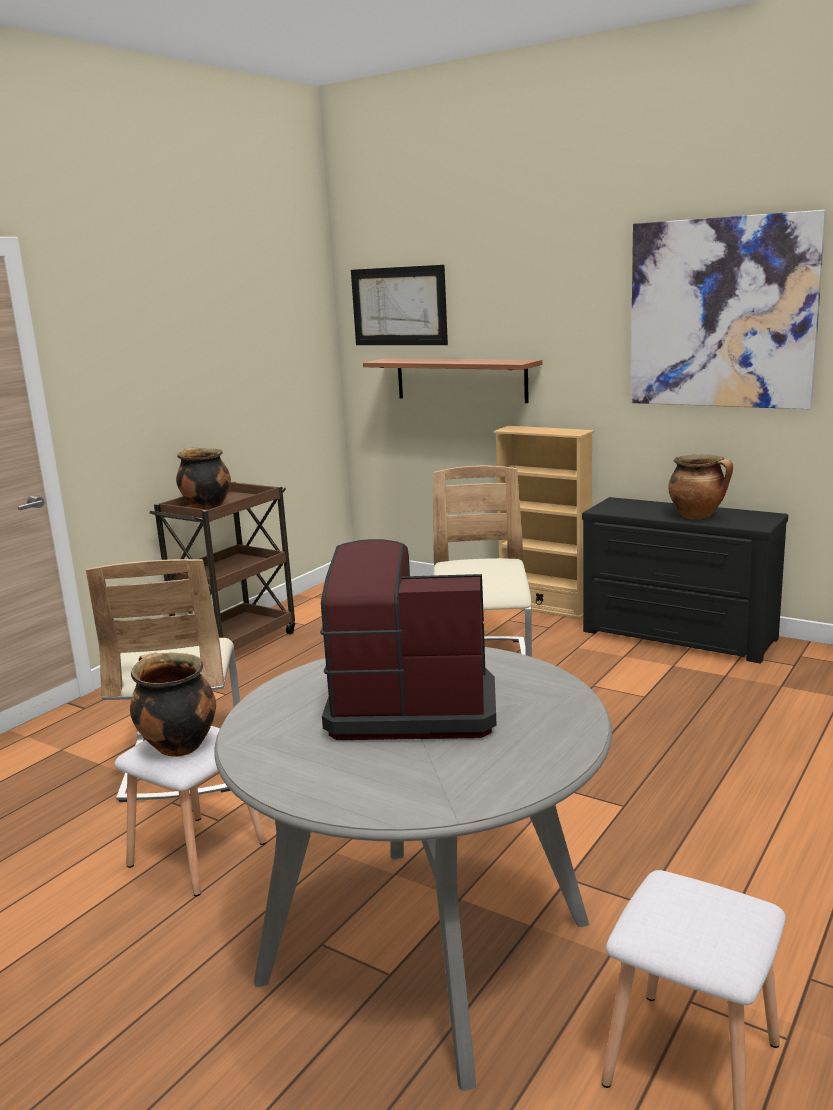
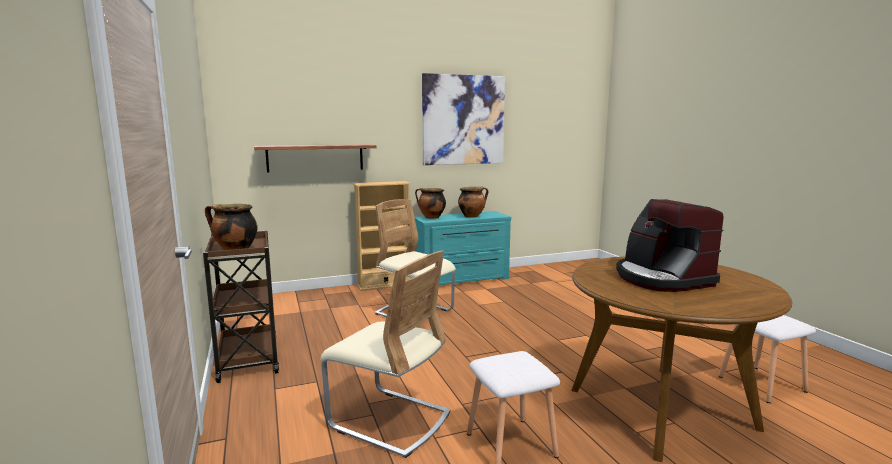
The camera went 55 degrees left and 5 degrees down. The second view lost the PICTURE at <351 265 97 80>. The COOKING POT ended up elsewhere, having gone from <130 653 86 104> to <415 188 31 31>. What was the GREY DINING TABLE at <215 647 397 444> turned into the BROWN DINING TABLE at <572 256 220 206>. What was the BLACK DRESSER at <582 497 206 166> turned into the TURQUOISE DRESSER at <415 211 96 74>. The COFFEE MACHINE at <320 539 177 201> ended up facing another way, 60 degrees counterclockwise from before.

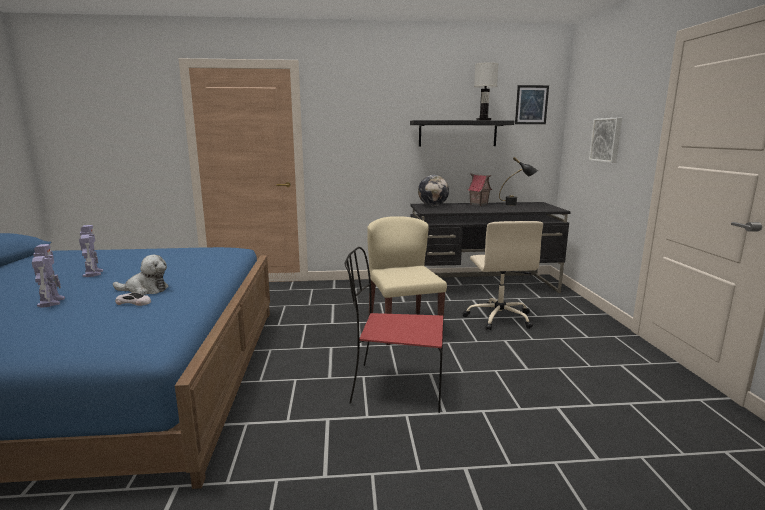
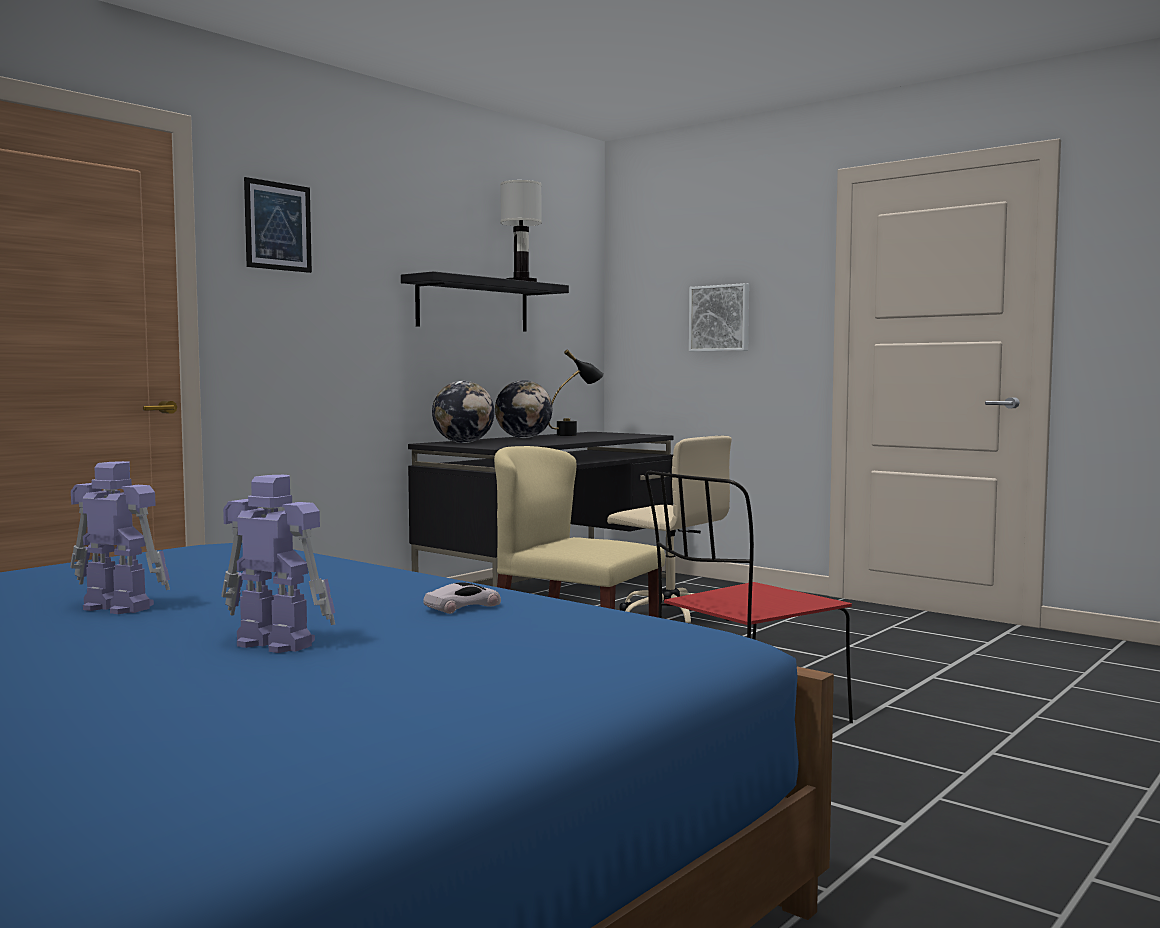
The camera went 45 degrees left and 10 degrees down. The second view lost the PLUSH TOY at <113 255 56 40>. The PICTURE ended up elsewhere, having gone from <515 85 34 39> to <244 177 68 96>. Where the TOY HOUSE stood at <467 173 25 33>, the GLOBE came to stand at <495 380 57 58>.

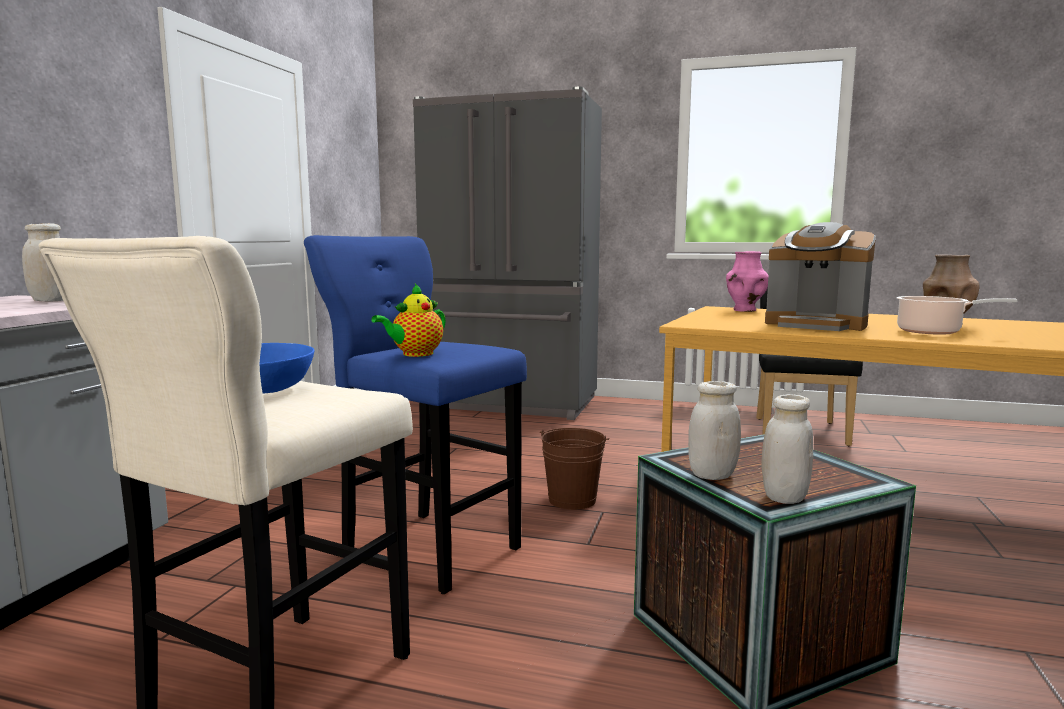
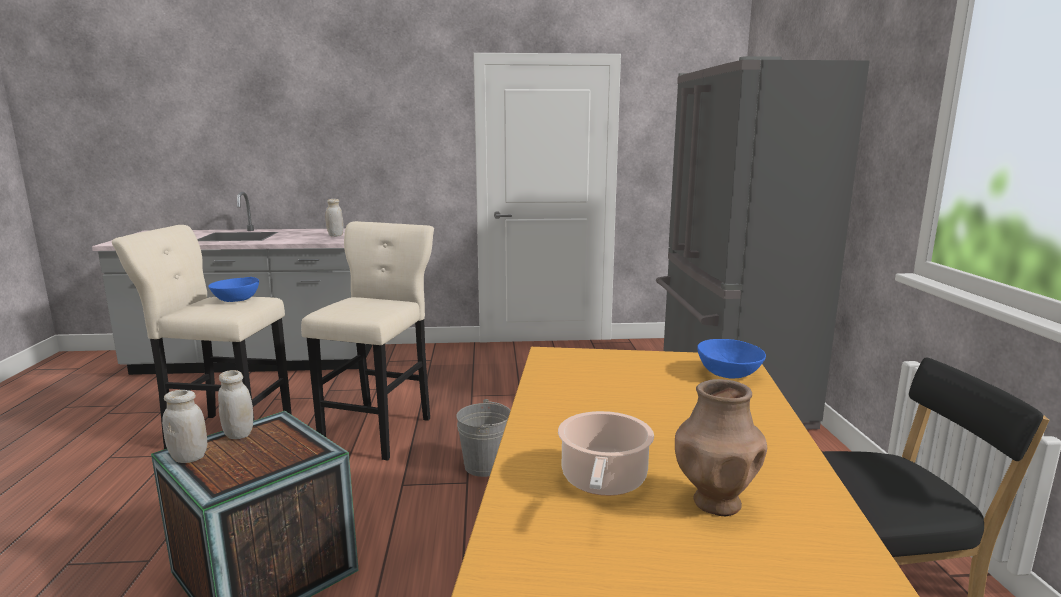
The camera went 70 degrees right and 5 degrees up. The second view lost the TEAPOT at <371 284 75 73>. The second view lost the COFFEE MACHINE at <765 222 111 109>. Where the PINK VASE stood at <726 251 42 61>, the BLUE BOWL came to stand at <697 339 69 40>. What was the BLUE STOOL at <304 235 223 359> turned into the BEIGE STOOL at <301 221 133 240>. What was the BROWN BUCKET at <540 428 70 82> turned into the GREY BUCKET at <456 399 55 78>.

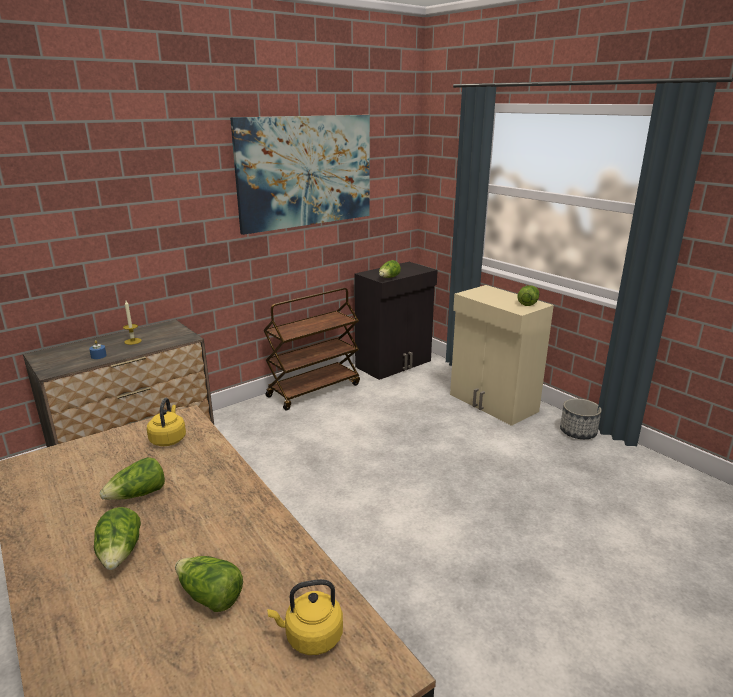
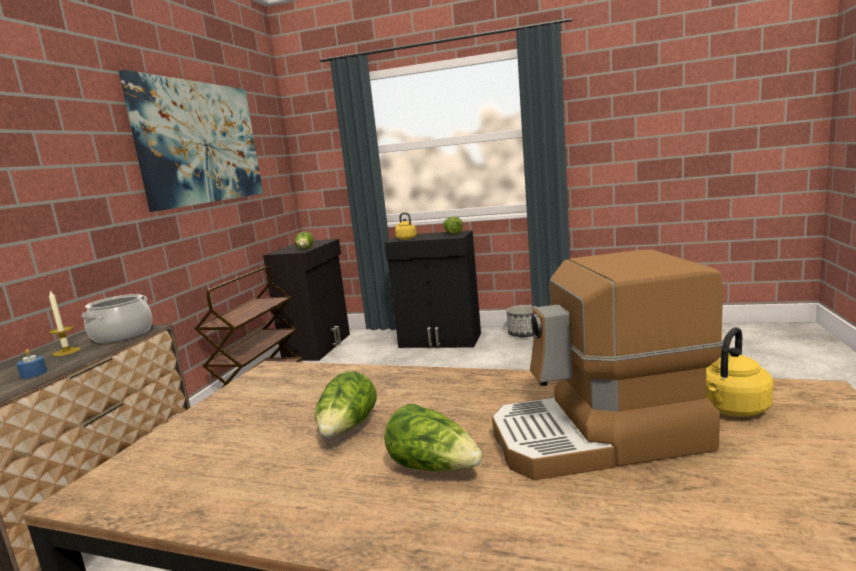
The camera went 35 degrees left and 10 degrees down. The second view gained the COOKING POT at <82 294 70 49>. The YELLOW KETTLE ended up elsewhere, having gone from <147 398 39 48> to <395 213 22 27>. Where the LETTUCE stood at <175 556 68 56>, the COFFEE MACHINE came to stand at <492 250 231 230>. What was the BEIGE CABINET at <450 285 104 141> turned into the BLACK CABINET at <384 230 97 118>.

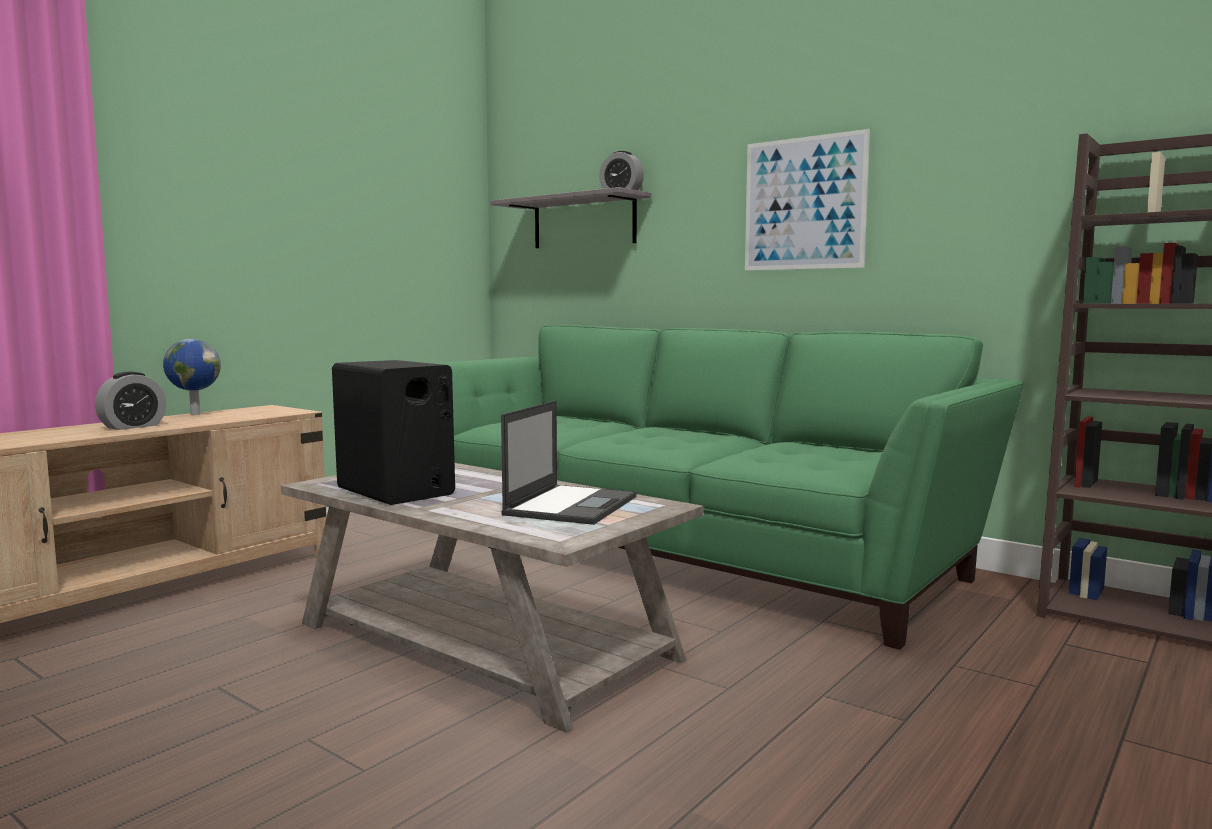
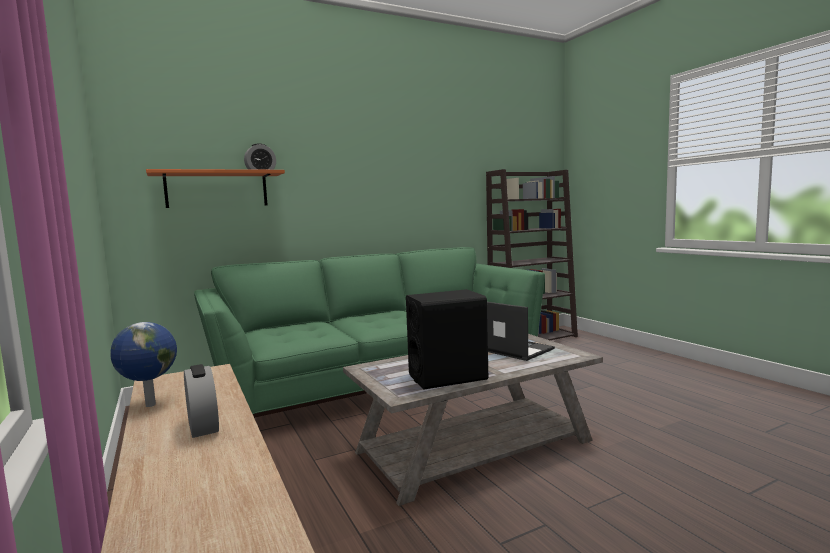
The camera went 65 degrees left and 0 degrees up. The second view lost the PICTURE at <745 129 125 141>. What was the GREY SHELF at <490 187 161 61> turned into the ORANGE SHELF at <146 169 139 39>.

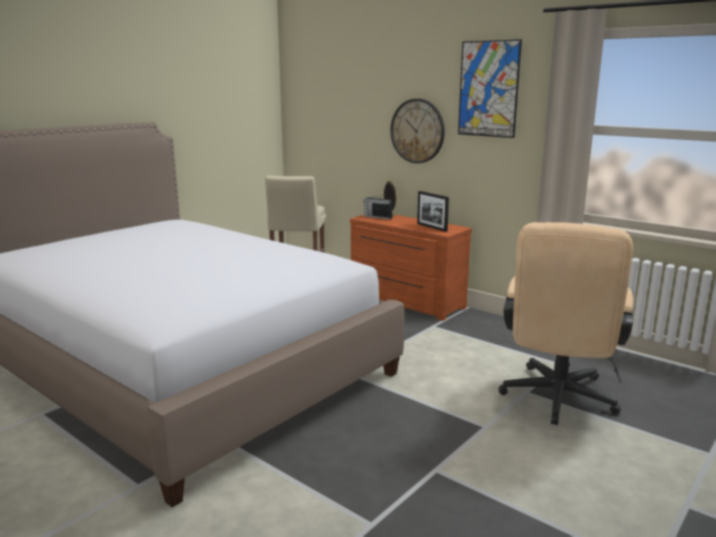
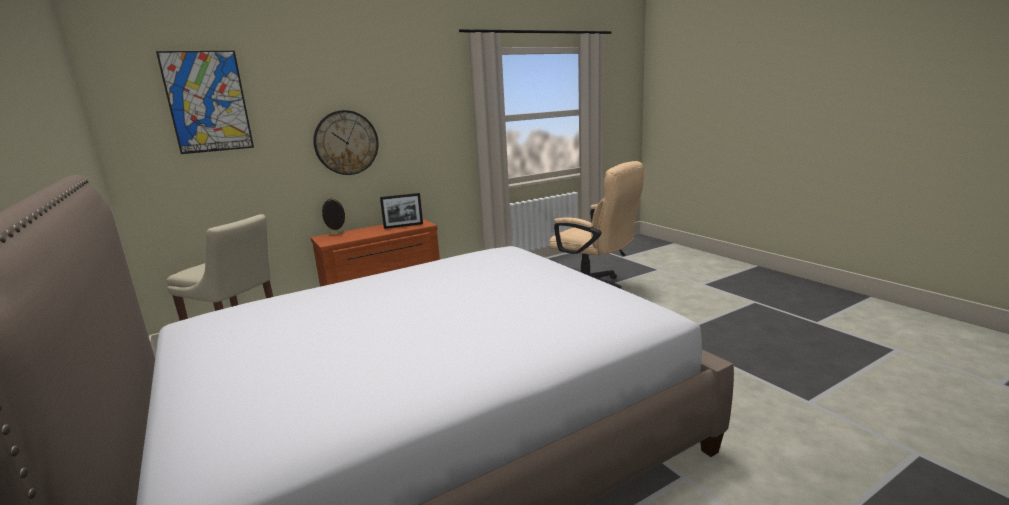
The camera went 70 degrees left and 0 degrees up. The second view lost the RADIO at <364 194 28 25>. The PICTURE ended up elsewhere, having gone from <458 39 64 99> to <156 51 98 103>.

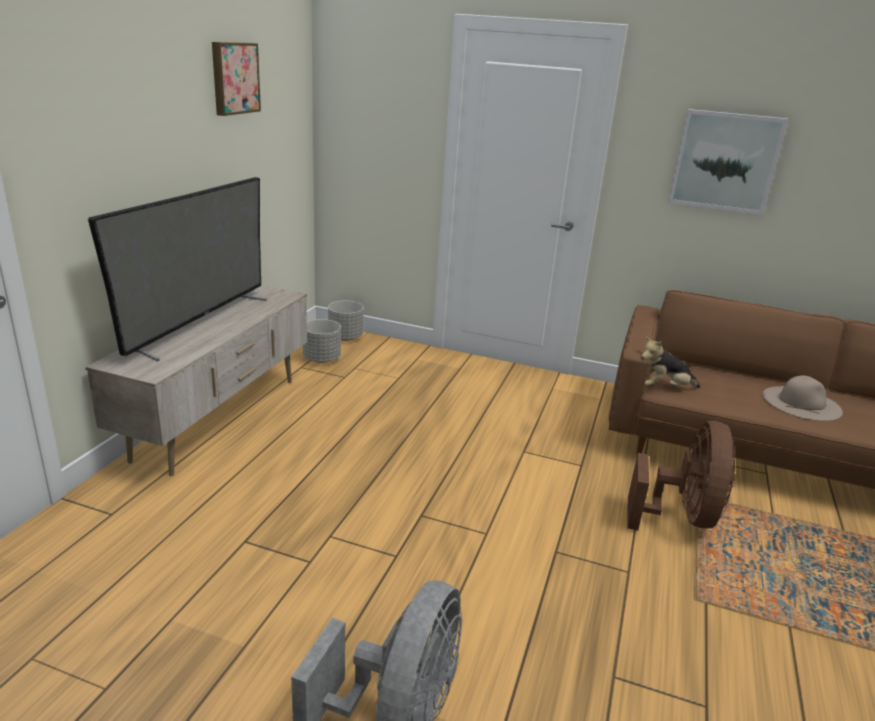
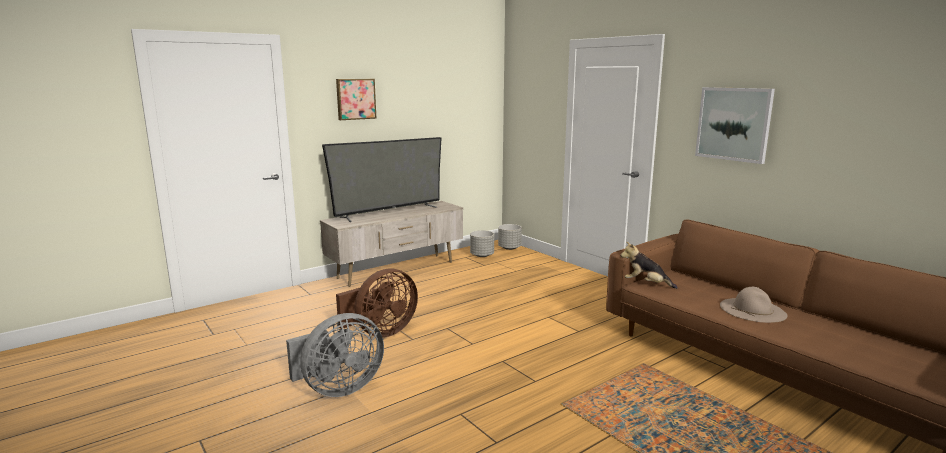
The camera went 35 degrees right and 10 degrees down. The PICTURE ended up elsewhere, having gone from <212 42 49 74> to <336 79 41 41>. The BROWN FAN ended up elsewhere, having gone from <627 421 108 110> to <336 268 82 69>.

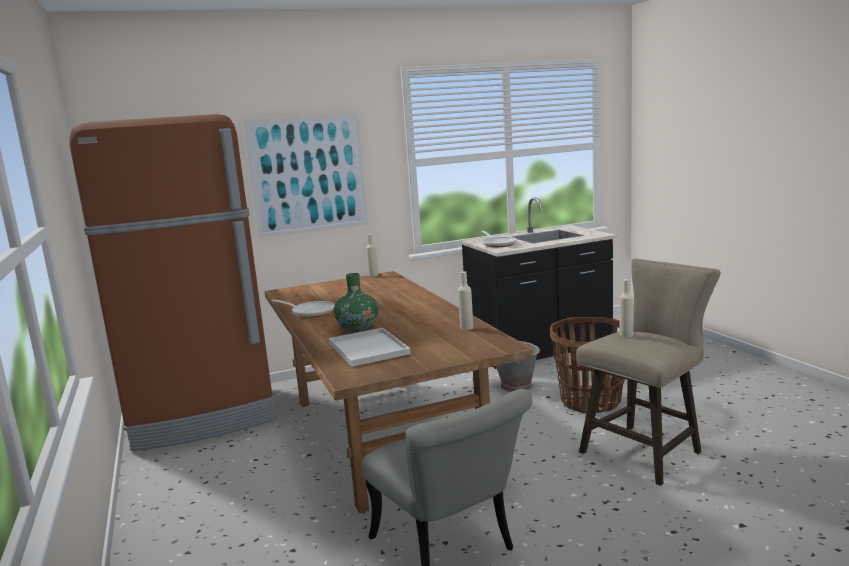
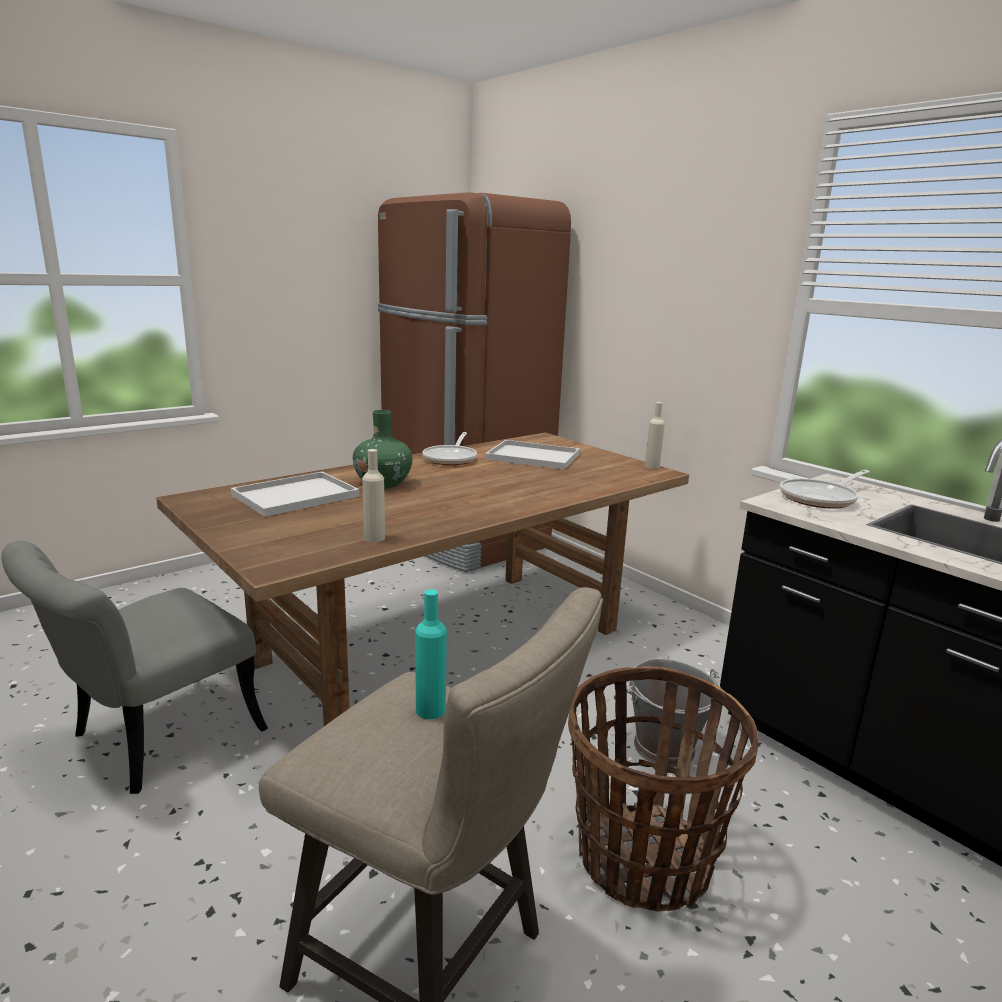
The camera went 70 degrees right and 5 degrees up. The second view lost the PICTURE at <243 113 125 125>. The second view gained the WHITE TRAY at <485 440 95 30>. What was the BEIGE BOTTLE at <620 279 13 59> turned into the TURQUOISE BOTTLE at <415 589 32 130>.

